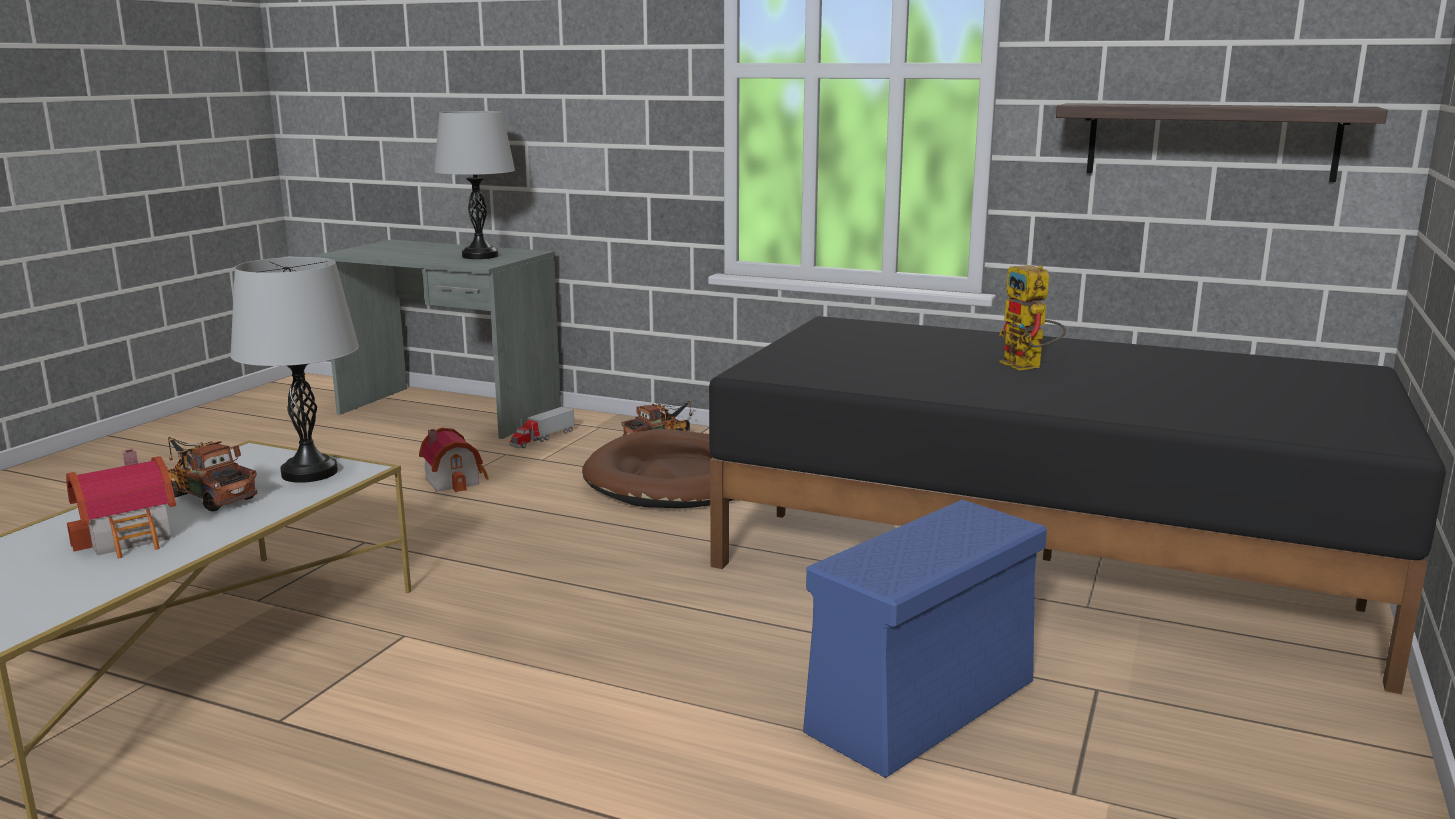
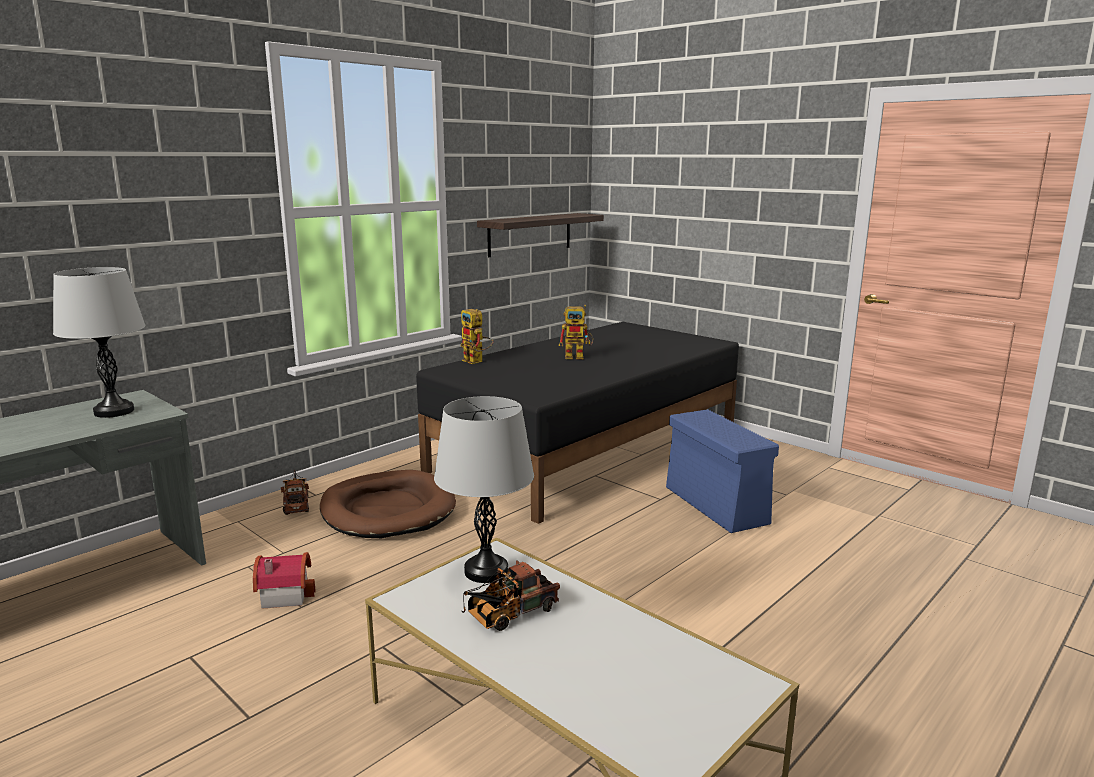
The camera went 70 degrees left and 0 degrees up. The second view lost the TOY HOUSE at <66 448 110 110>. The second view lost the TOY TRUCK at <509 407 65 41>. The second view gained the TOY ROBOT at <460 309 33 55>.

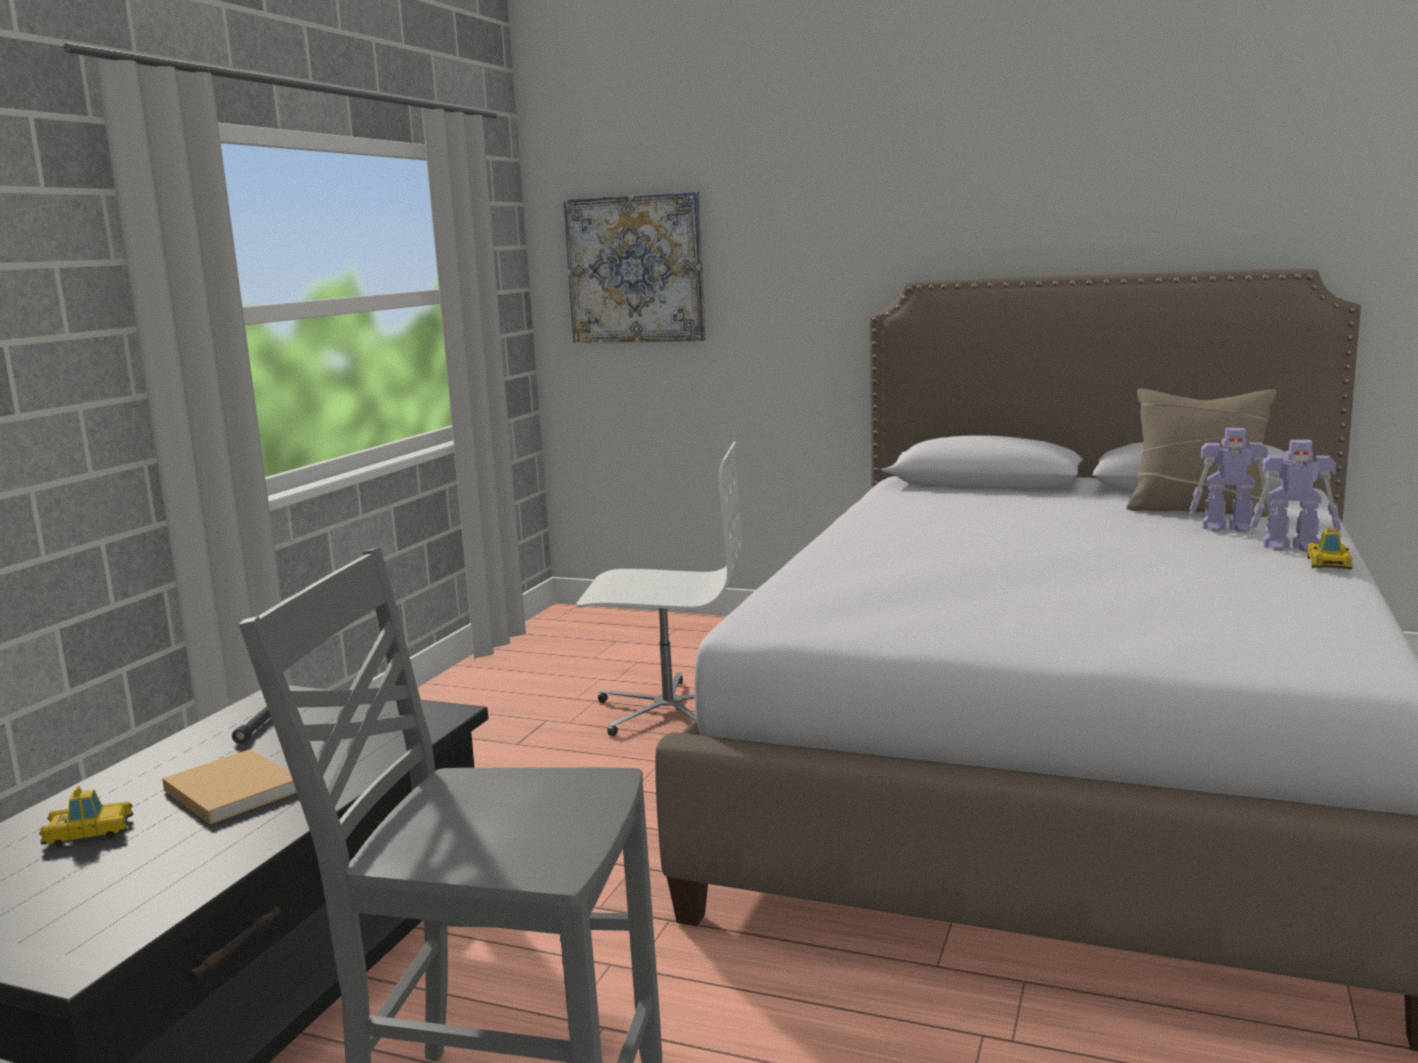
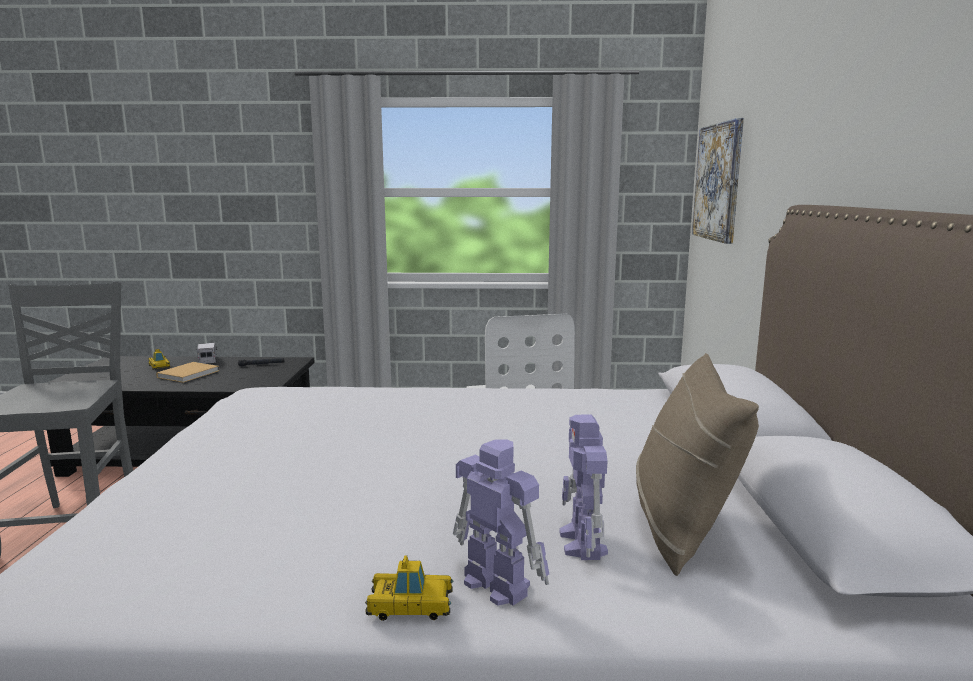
The camera went 70 degrees right and 0 degrees up. The second view gained the TOY TRUCK at <197 343 21 21>. The TOY ROBOT at <1250 440 92 112> ended up facing another way, 135 degrees clockwise from before.

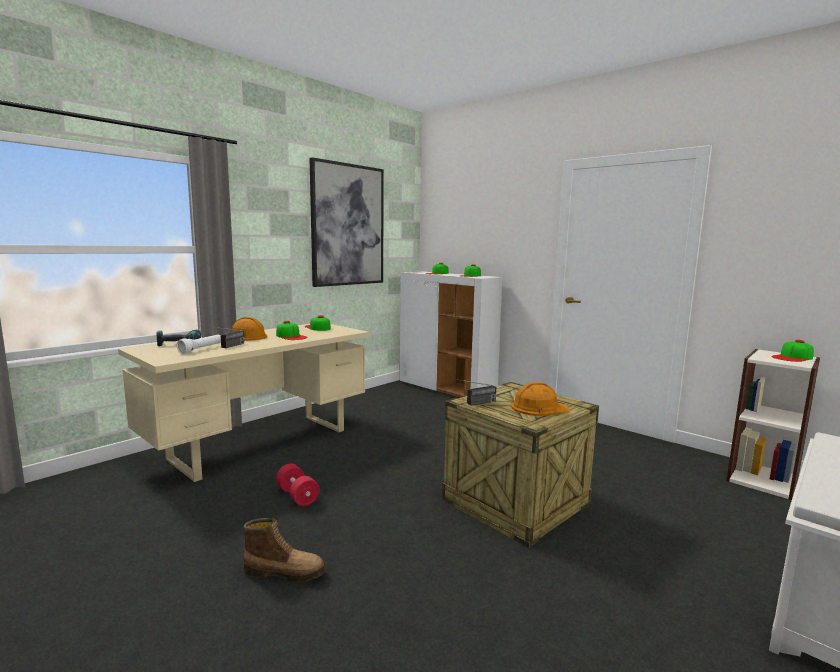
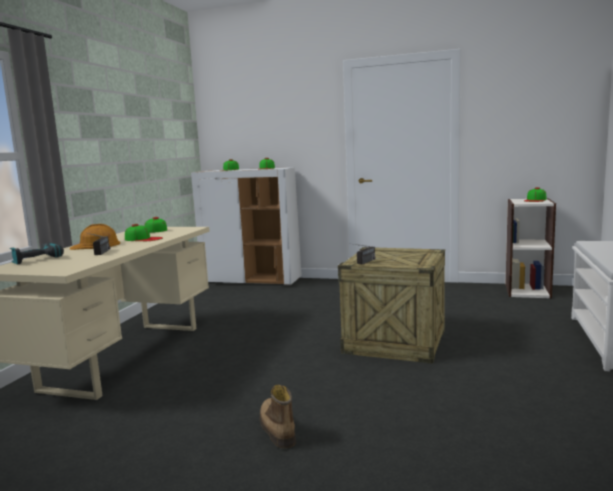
The camera went 25 degrees left and 0 degrees up. The second view lost the WHITE FLASHLIGHT at <177 335 44 19>. The second view lost the RED DUMBBELL at <276 463 44 43>. The second view lost the PICTURE at <309 157 75 130>. The second view lost the ORANGE HARD HAT at <511 382 60 34>. The BOOT at <244 518 82 64> ended up facing another way, 90 degrees counterclockwise from before.

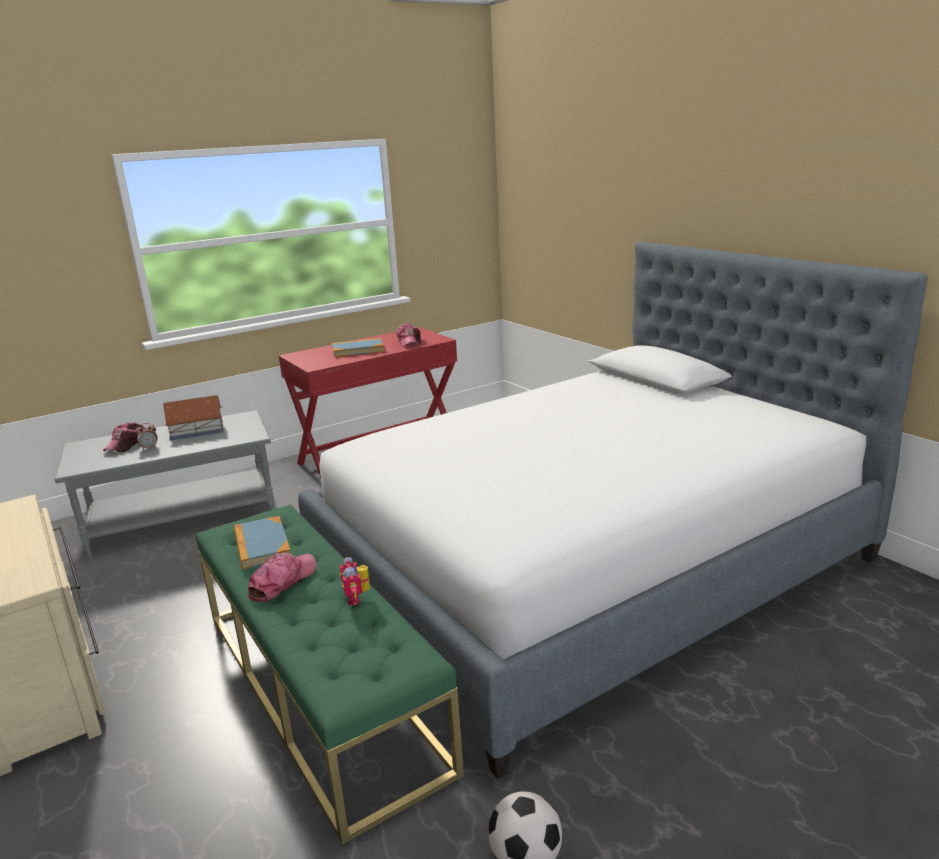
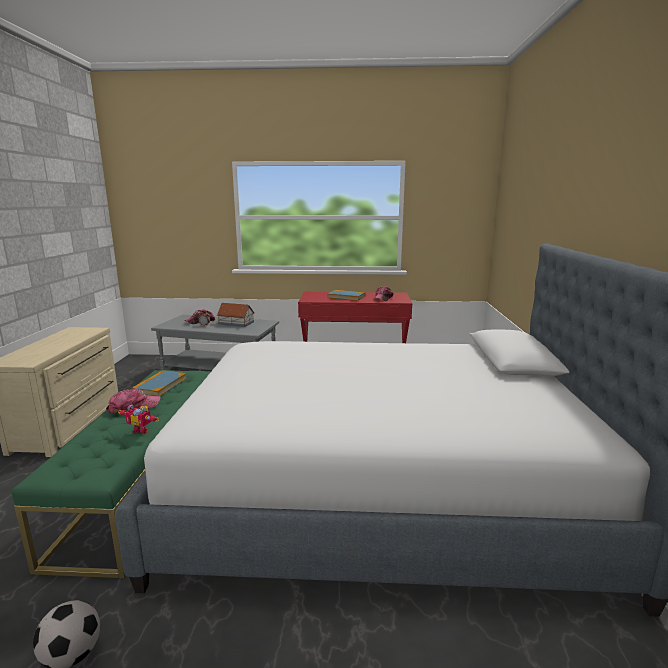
The camera went 35 degrees right and 5 degrees down. The TOY ROBOT at <340 557 30 48> ended up facing another way, 90 degrees counterclockwise from before.

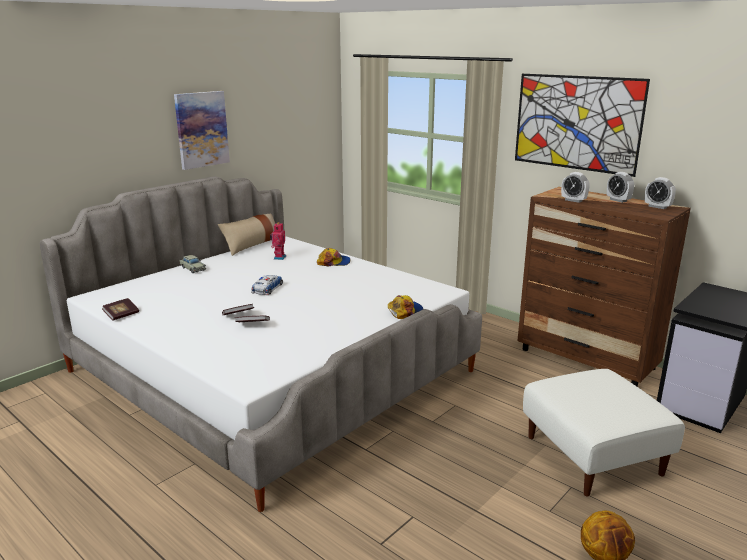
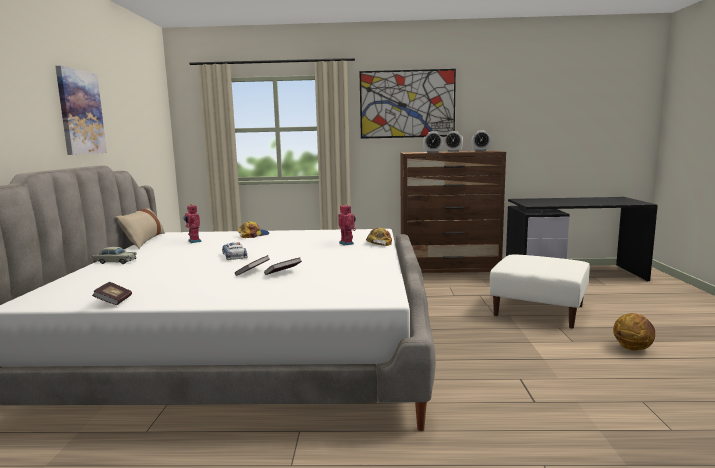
The camera went 40 degrees left and 10 degrees down. The second view gained the TOY ROBOT at <338 204 18 42>.

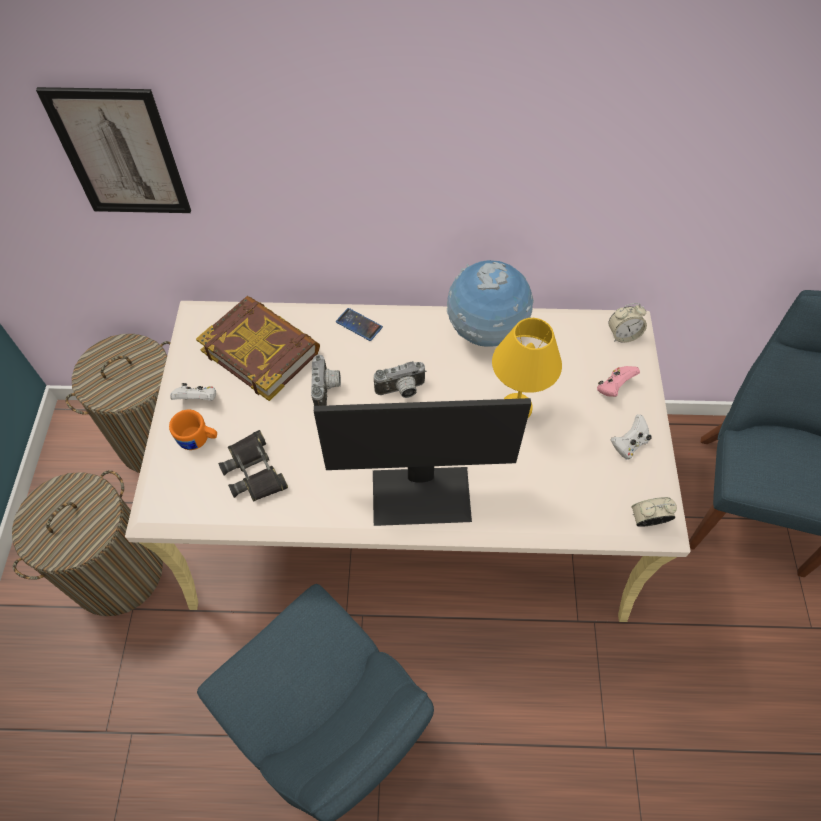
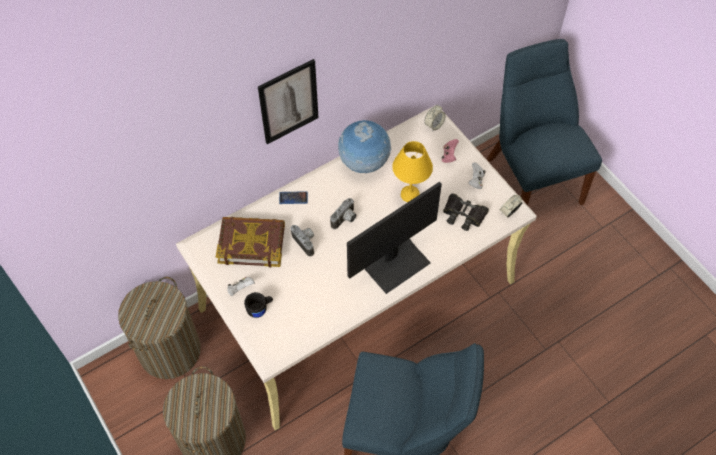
The camera went 35 degrees left and 0 degrees up. The PICTURE ended up elsewhere, having gone from <36 87 155 126> to <258 59 61 85>. The BLACK BINOCULARS ended up elsewhere, having gone from <218 430 70 71> to <443 193 46 38>. What was the ORANGE MUG at <169 410 48 40> turned into the BLACK MUG at <244 292 29 26>.

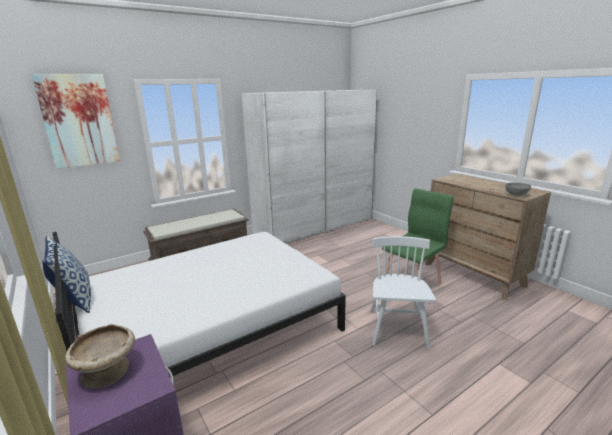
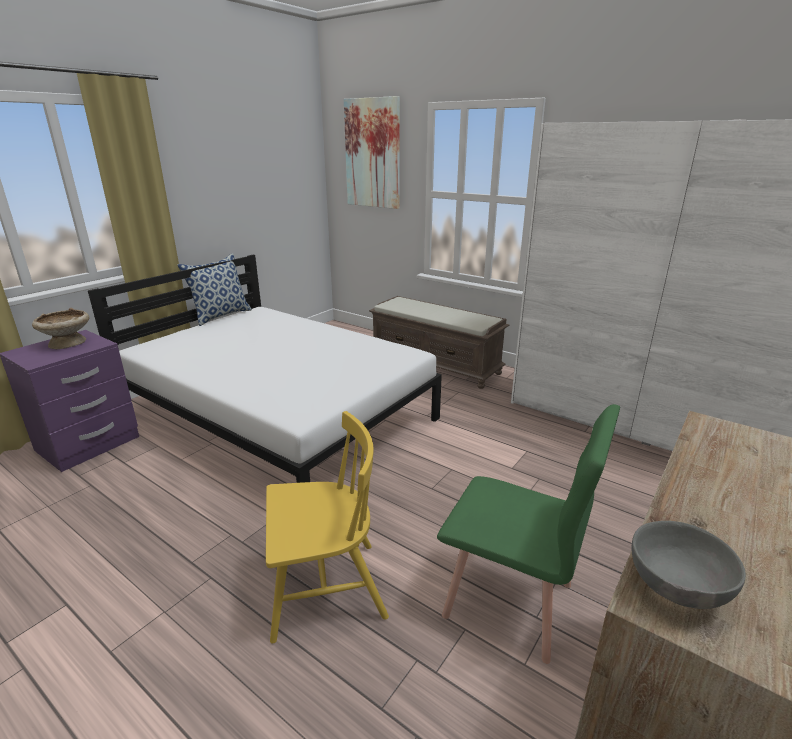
The camera went 70 degrees right and 5 degrees up. What was the WHITE CHAIR at <370 236 66 113> turned into the YELLOW CHAIR at <266 411 123 232>.

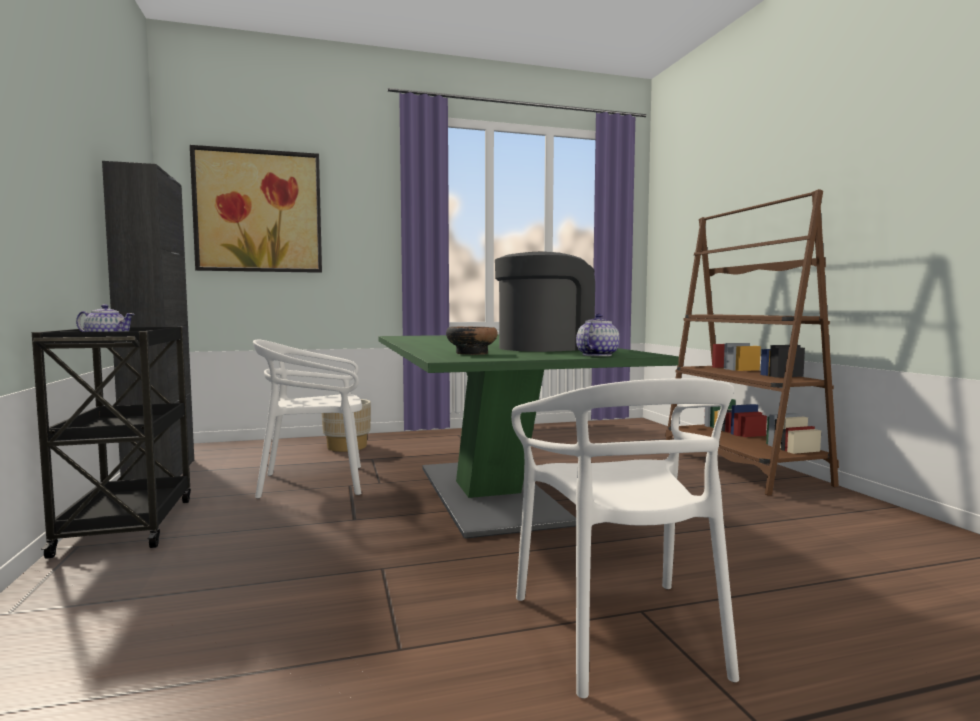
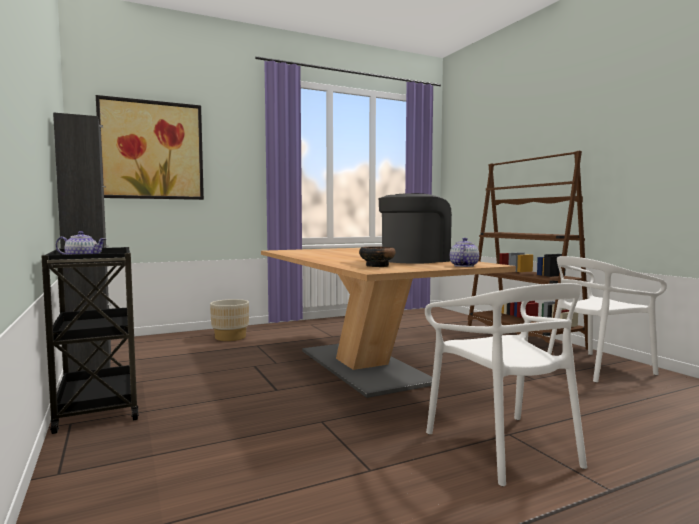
The camera went 10 degrees left and 0 degrees up. The WHITE CHAIR ended up elsewhere, having gone from <253 339 109 160> to <547 256 120 126>. What was the GREEN DINING TABLE at <378 335 301 204> turned into the BEIGE DINING TABLE at <261 248 255 150>.

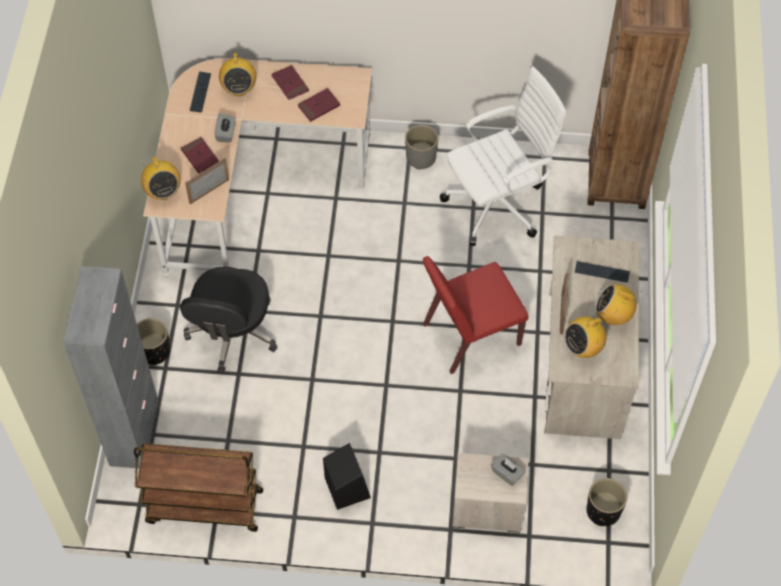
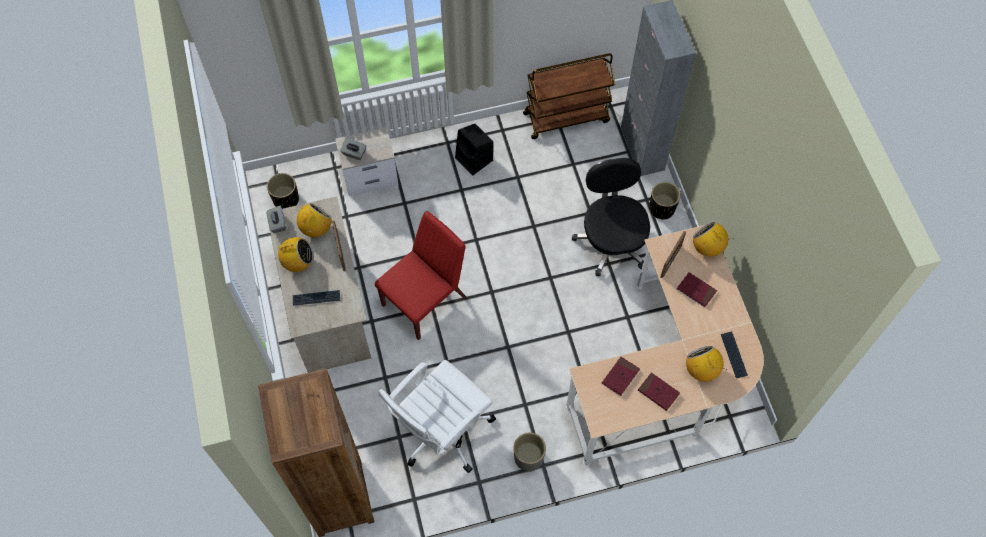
The camera went 160 degrees right and 5 degrees up. The GREY TISSUE BOX ended up elsewhere, having gone from <215 113 21 30> to <267 206 19 27>.

